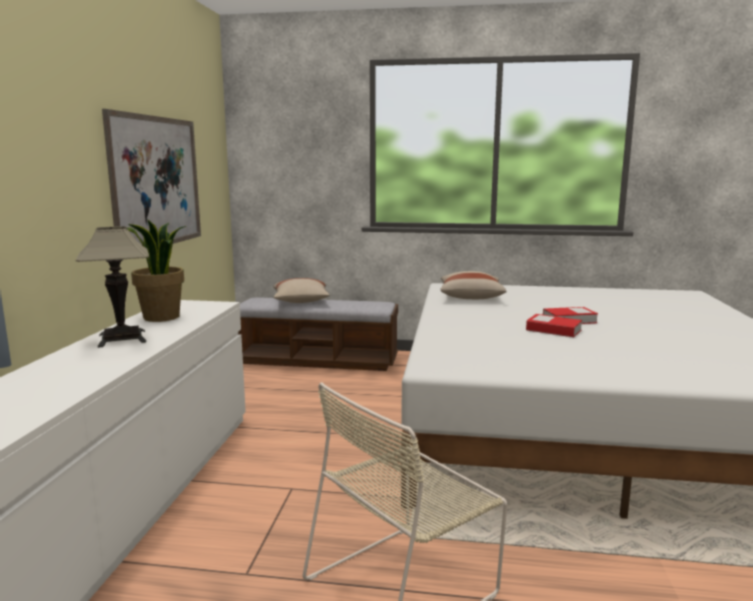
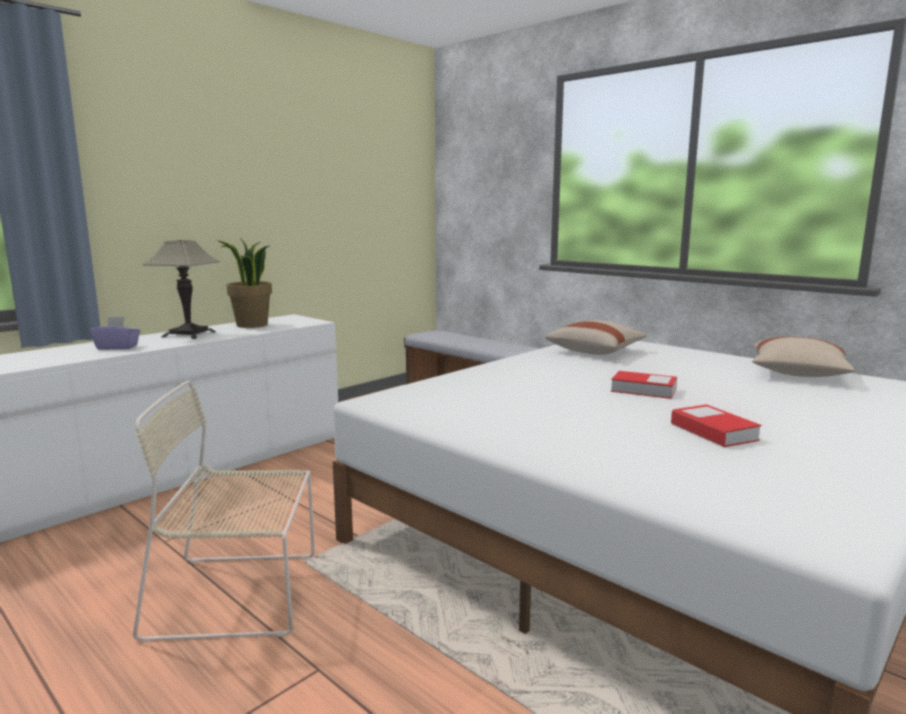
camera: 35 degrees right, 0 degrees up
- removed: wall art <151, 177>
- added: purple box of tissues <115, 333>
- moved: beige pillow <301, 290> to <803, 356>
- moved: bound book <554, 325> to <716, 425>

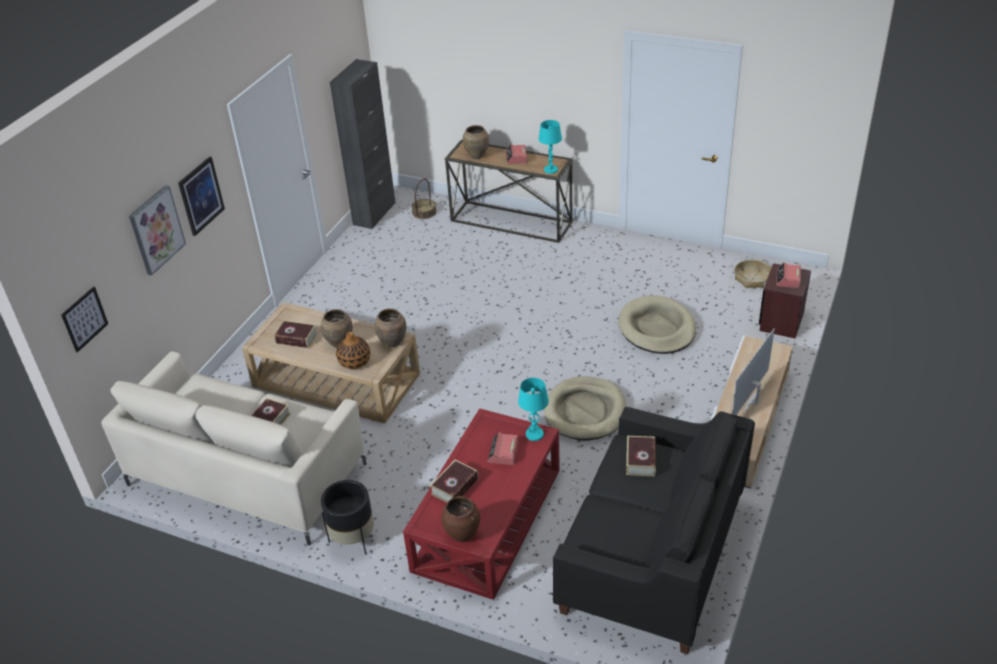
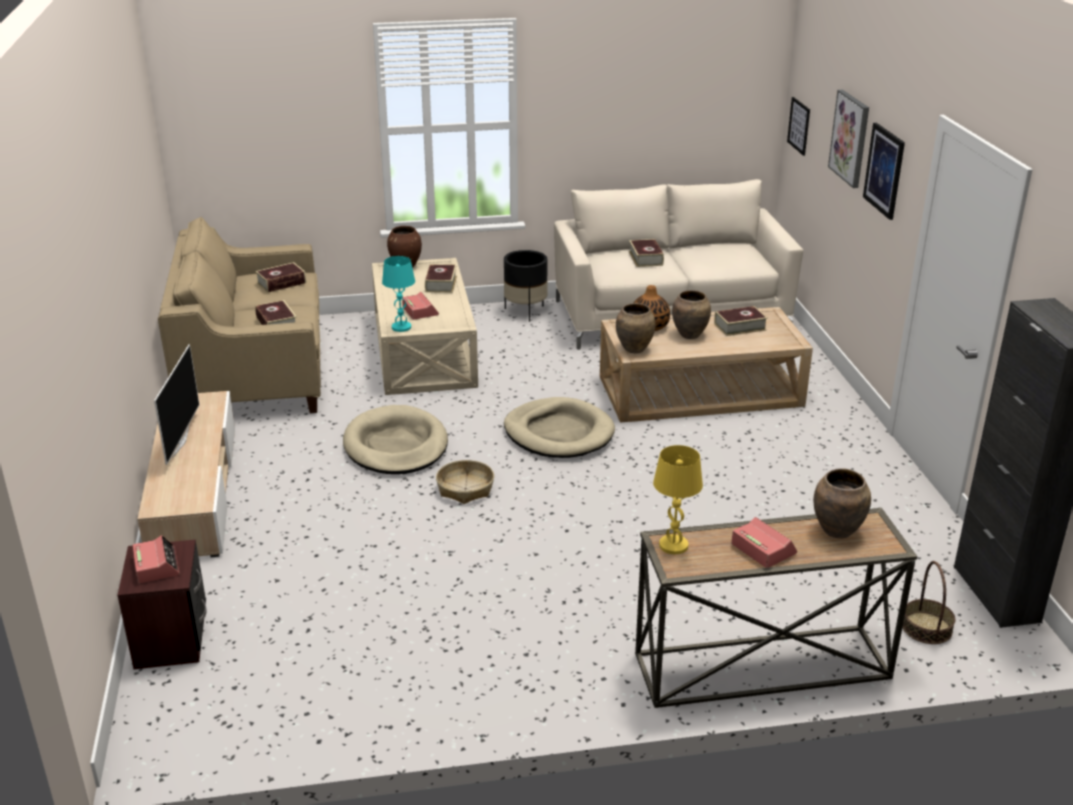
camera: 145 degrees right, 10 degrees down
- added: bound book <280, 277>
- moved: beige dog cushion <657, 324> to <559, 427>
- moved: storage basket <752, 274> to <465, 482>
- recoloured: reddish low table <481, 504> to beige low table <425, 326>
- recoloured: turquoise-coloured lamp for a table <550, 147> to yellow lamp for a table <678, 499>
- recoloured: black-coloured couch <654, 531> to beige couch <239, 315>

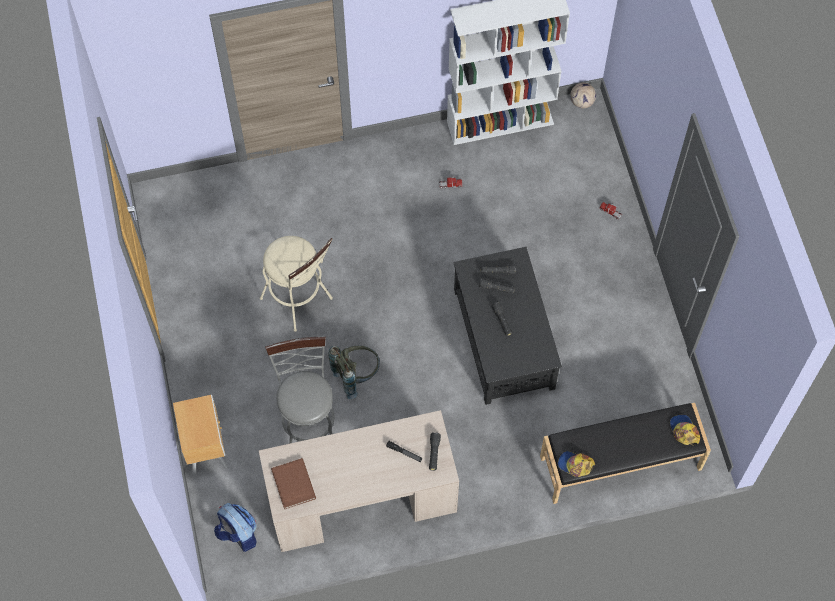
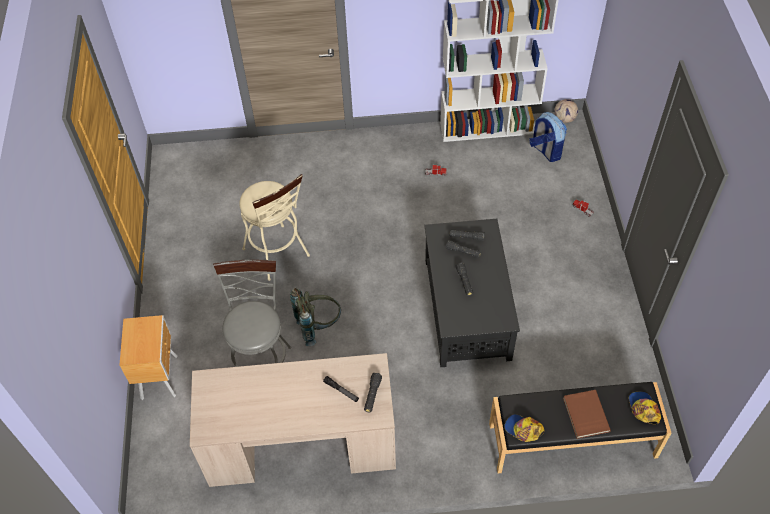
camera: 10 degrees right, 10 degrees down
- moved: knapsack <235, 527> to <548, 137>
- moved: brown bound book <293, 483> to <587, 414>

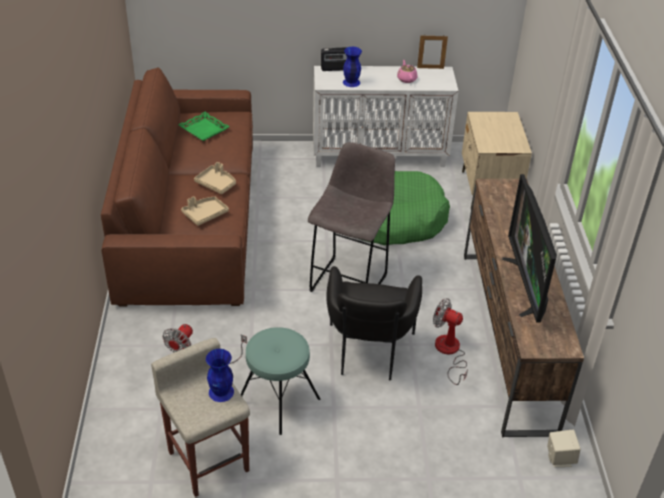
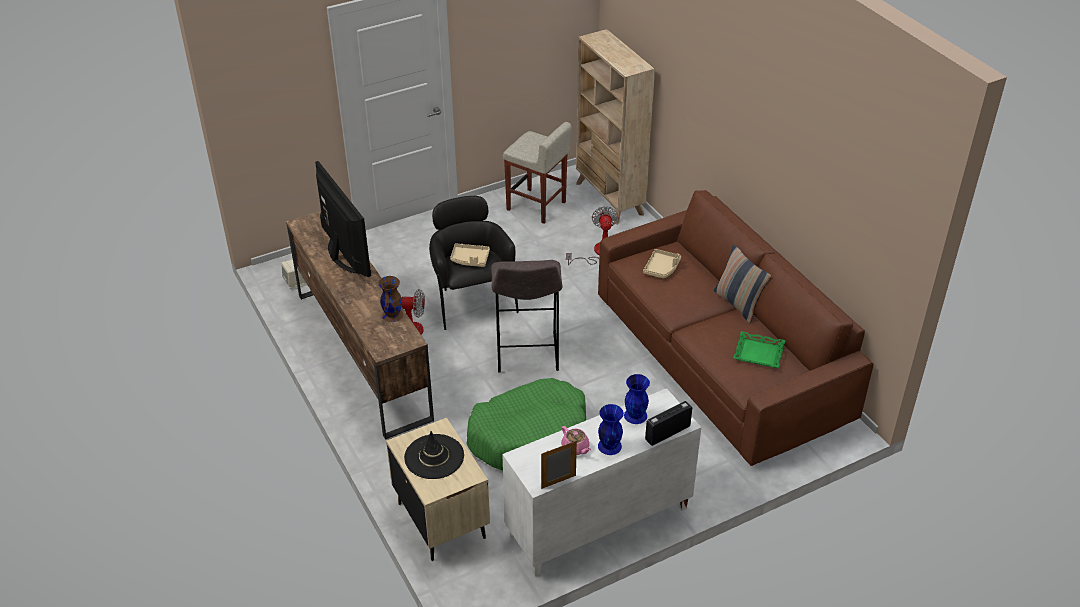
camera: 155 degrees right, 0 degrees up
- removed: turquoise-coloured sitting stool <280, 381>
- added: brown decorative vase <390, 299>
- added: black-coloured wearable hat <434, 455>
- added: beige shelving unit <615, 126>
- added: pillow <742, 284>
- moved: beige serving tray <215, 178> to <470, 255>
- moved: bluish decorative vase <220, 375> to <611, 429>

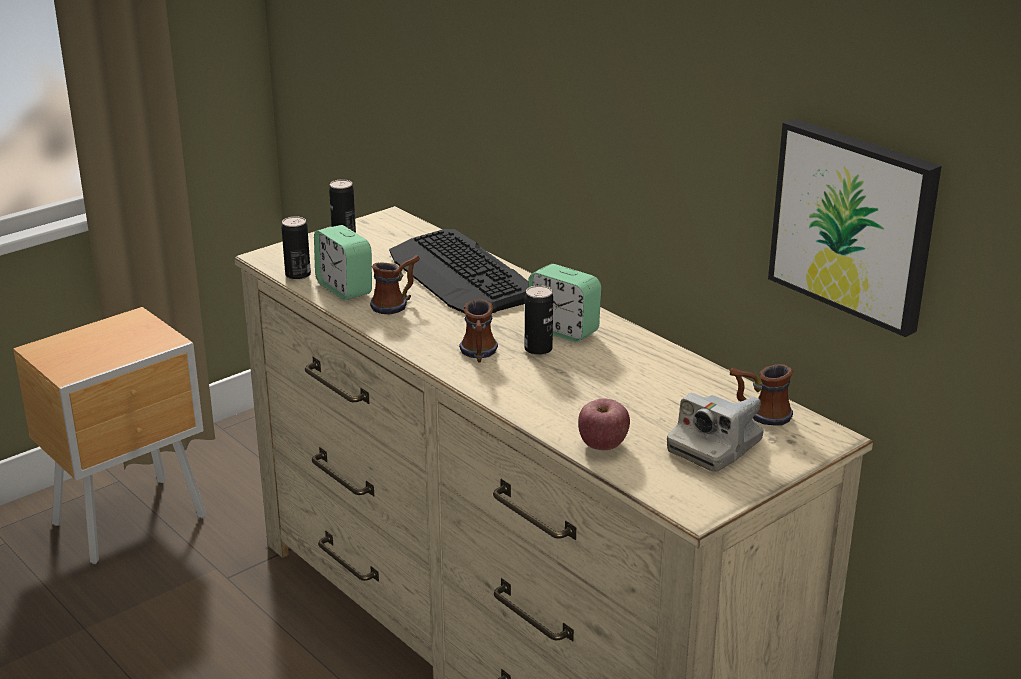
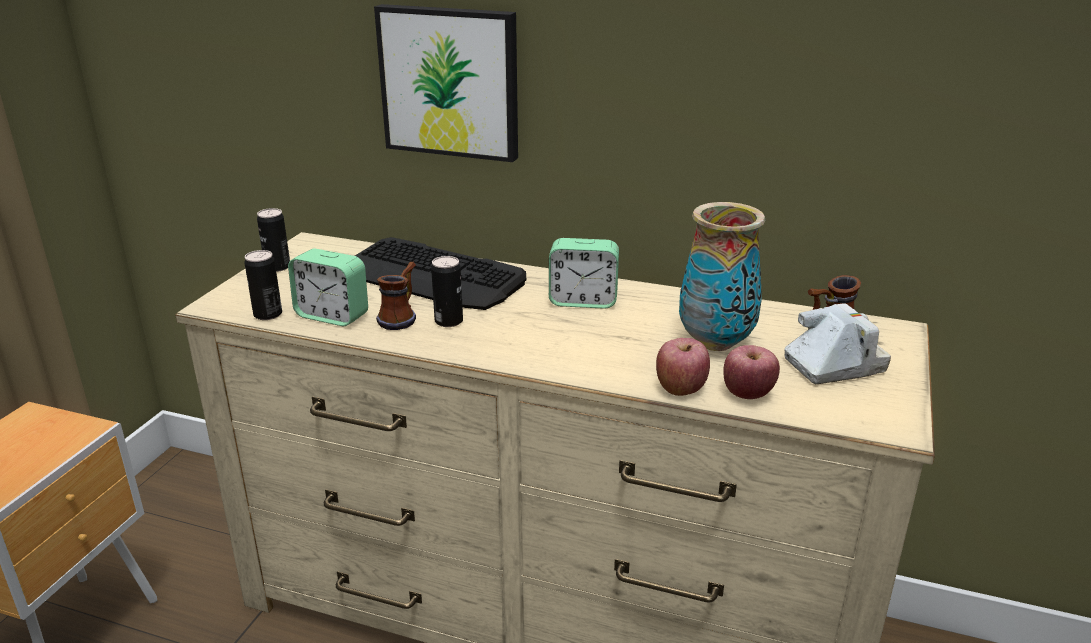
camera: 30 degrees left, 0 degrees up
- removed: coffee mug <478, 330>
- added: apple <683, 367>
- added: decorative vase <722, 276>
- moved: metal can <539, 320> to <447, 291>
- moved: wall art <855, 228> to <446, 83>
- turned: photo camera <715, 432> = <838, 343> 120 degrees counterclockwise

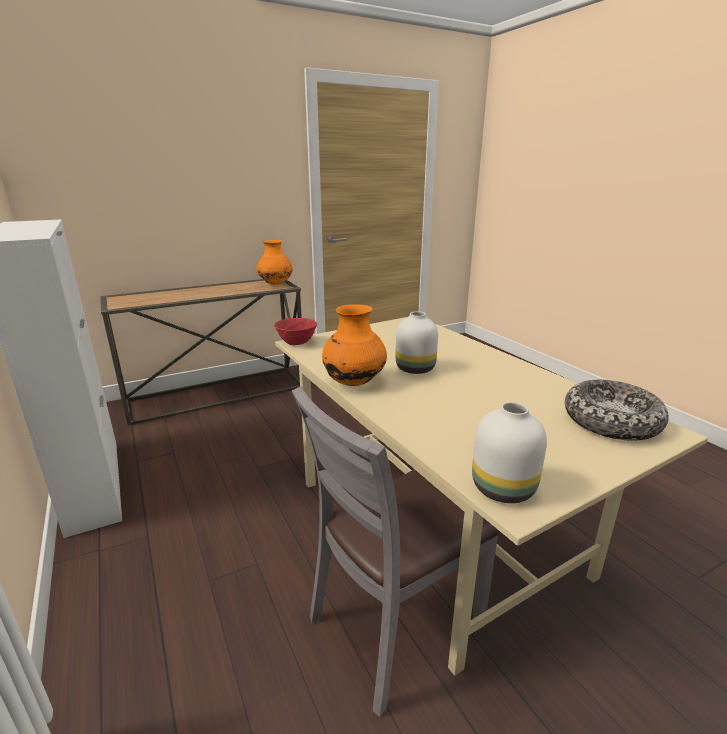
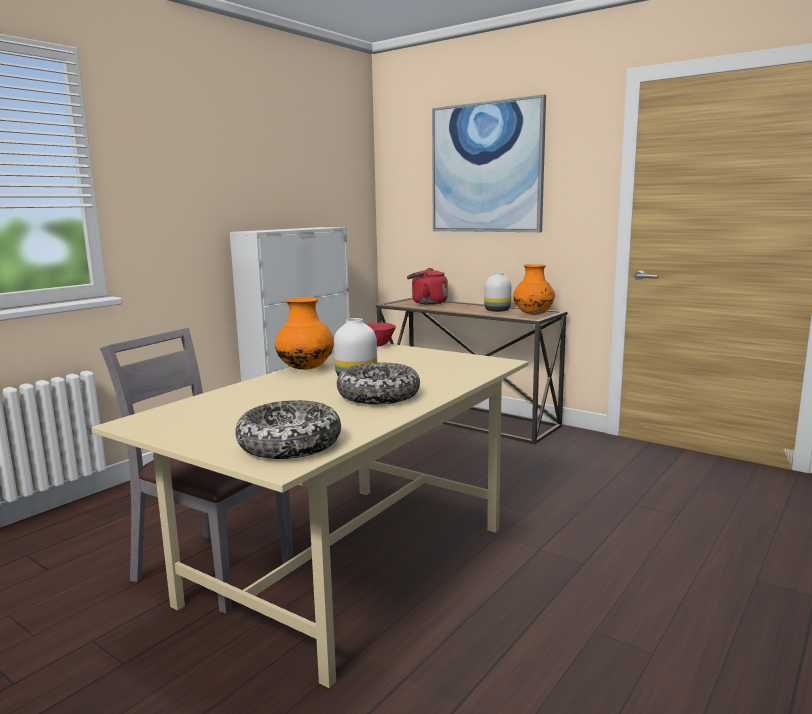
camera: 65 degrees right, 10 degrees down
- added: serving bowl <378, 383>
- added: reddish kettle <427, 286>
- added: wall art <489, 163>
- moved: whitish decorative vase <509, 452> to <497, 292>

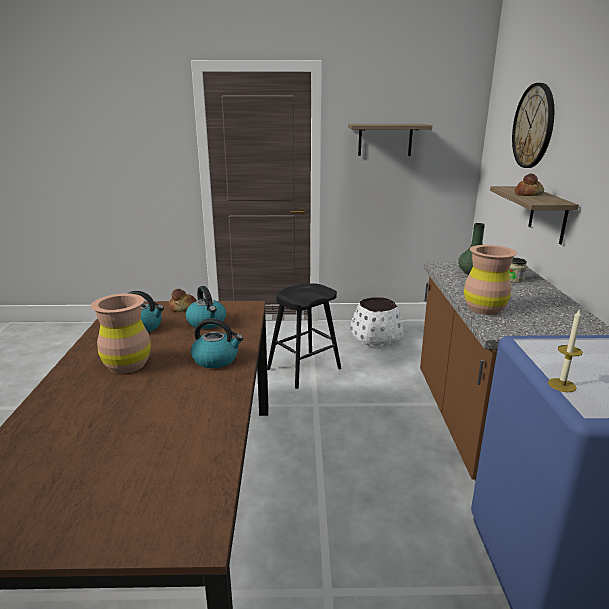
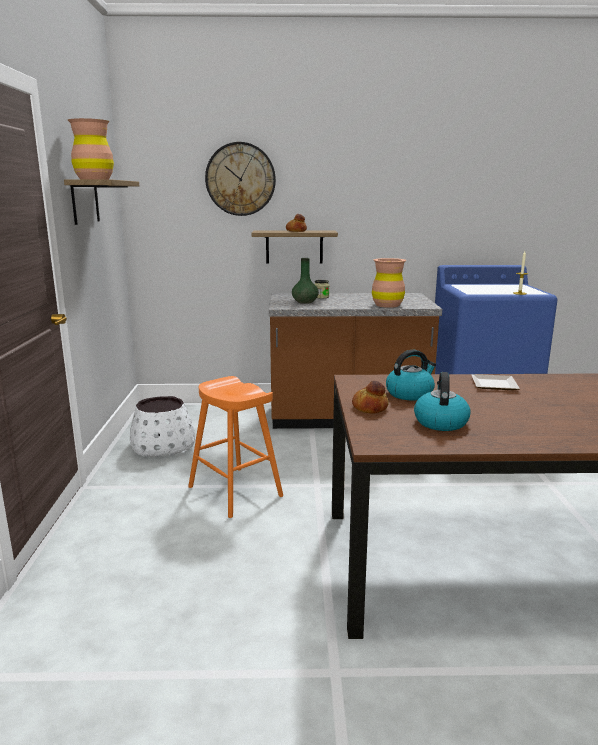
camera: 90 degrees left, 5 degrees down
- moved: brown decorative vase <121, 333> to <91, 148>
- replaced: kettle <217, 343> to dinner plate <496, 382>
- recoloured: black-coloured sitting stool <304, 336> to orangey sitting stool <235, 447>

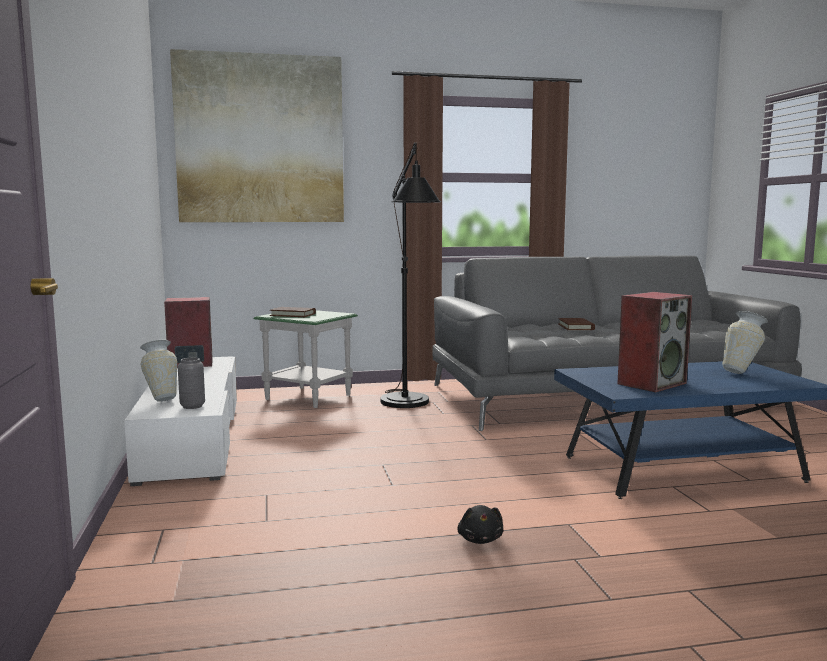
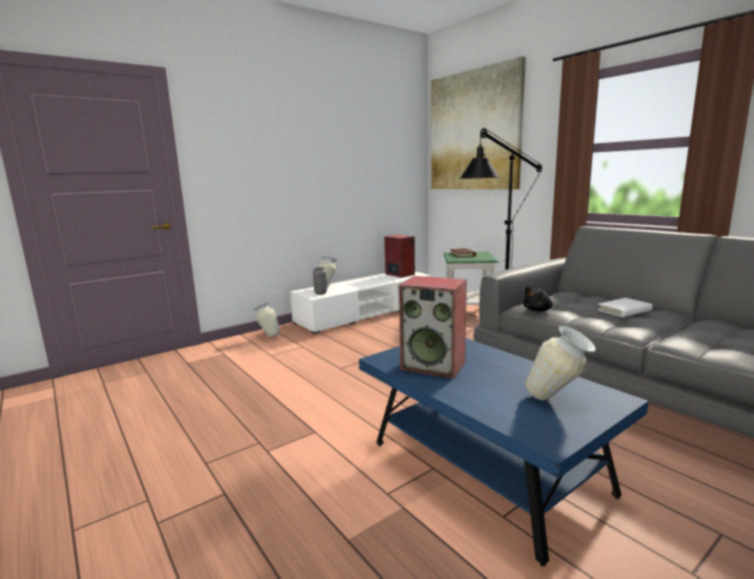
camera: 65 degrees right, 5 degrees up
- added: decorative vase <267, 320>
- moved: black-coloured soft toy <480, 524> to <538, 299>
- recoloured: brown bound book <576, 324> to whitish bound book <625, 307>

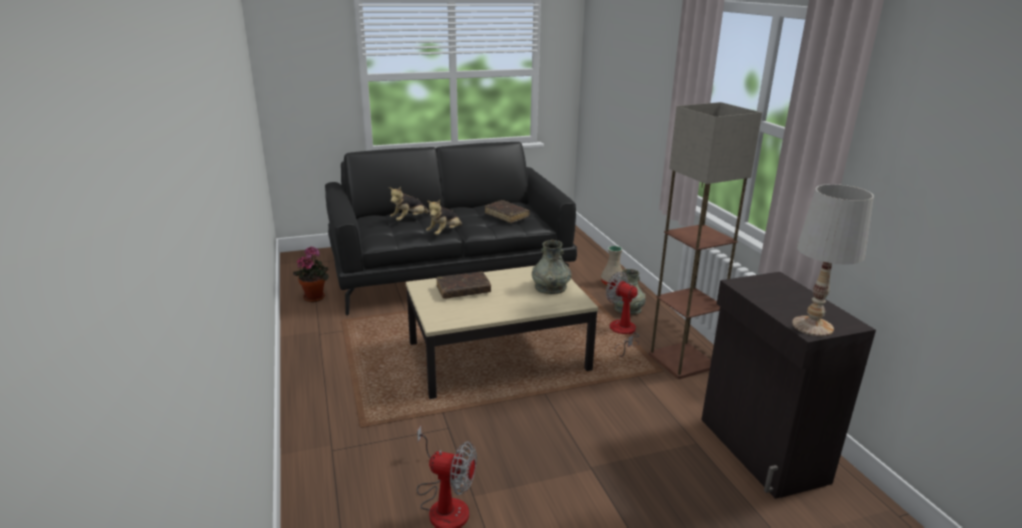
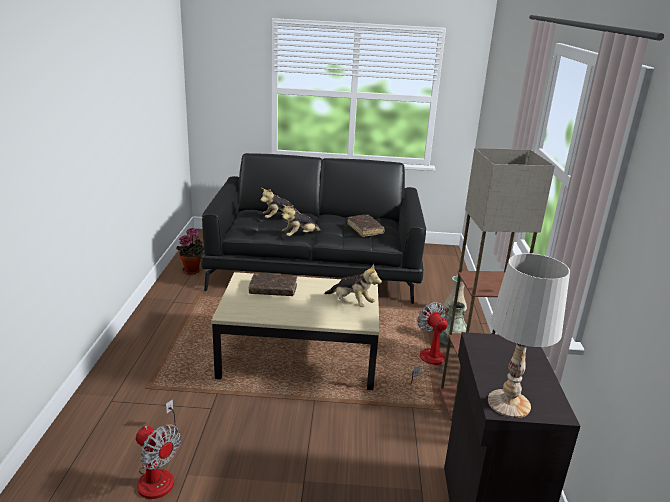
camera: 20 degrees right, 0 degrees up
- replaced: gray decorative vase <552, 267> to soft toy <353, 285>

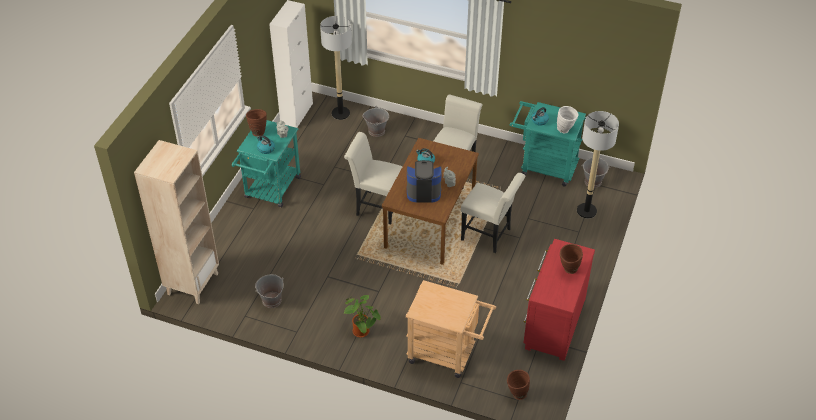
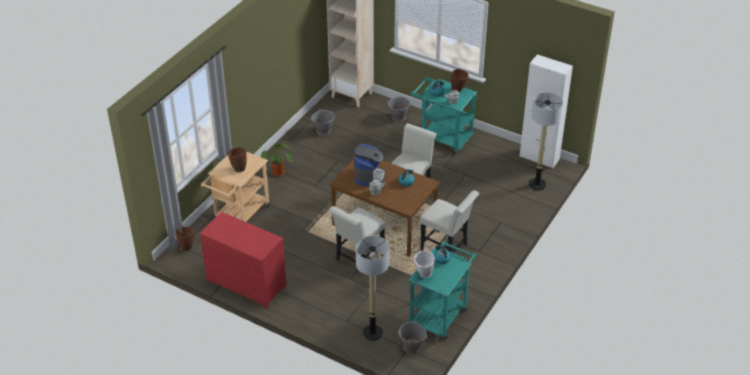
camera: 100 degrees right, 5 degrees down
- moved: gray water bucket <376, 121> to <399, 109>
- moved: brown decorative vase <571, 259> to <237, 159>

